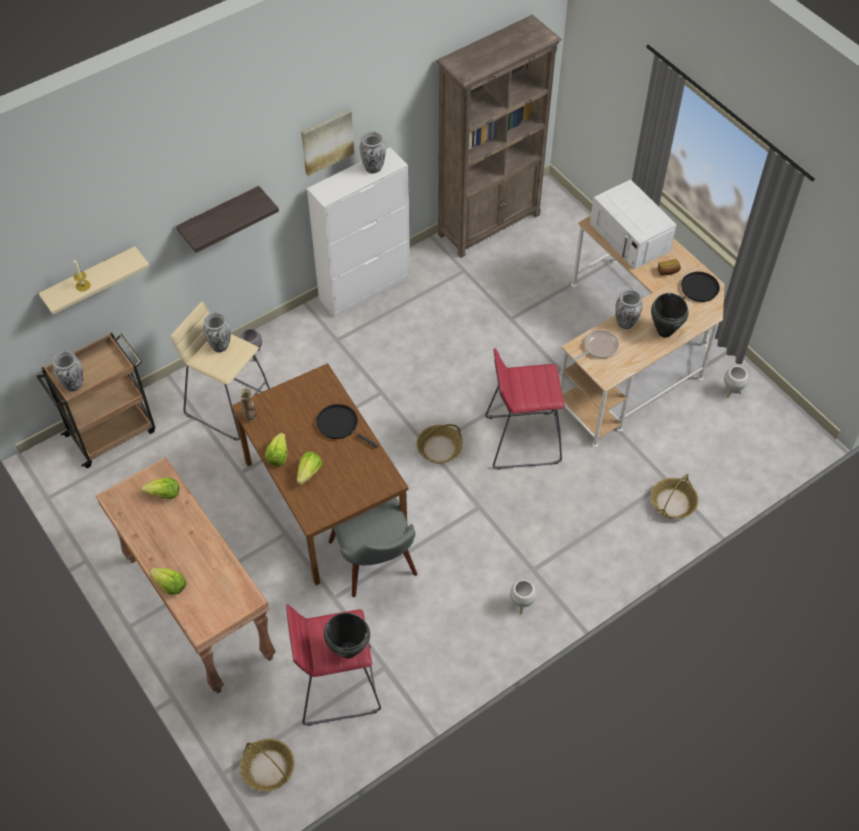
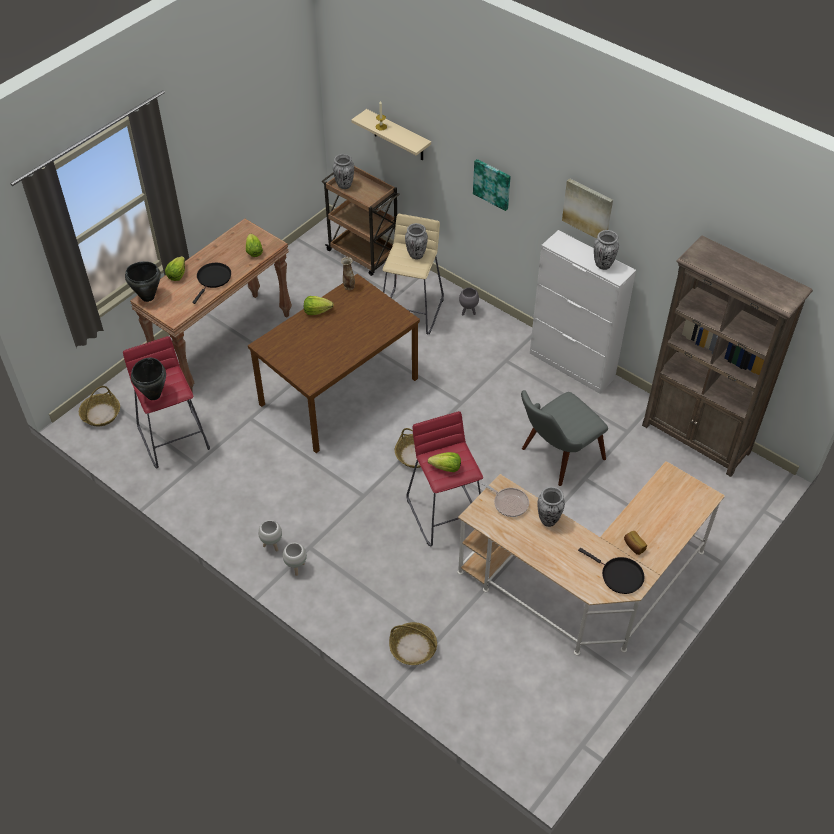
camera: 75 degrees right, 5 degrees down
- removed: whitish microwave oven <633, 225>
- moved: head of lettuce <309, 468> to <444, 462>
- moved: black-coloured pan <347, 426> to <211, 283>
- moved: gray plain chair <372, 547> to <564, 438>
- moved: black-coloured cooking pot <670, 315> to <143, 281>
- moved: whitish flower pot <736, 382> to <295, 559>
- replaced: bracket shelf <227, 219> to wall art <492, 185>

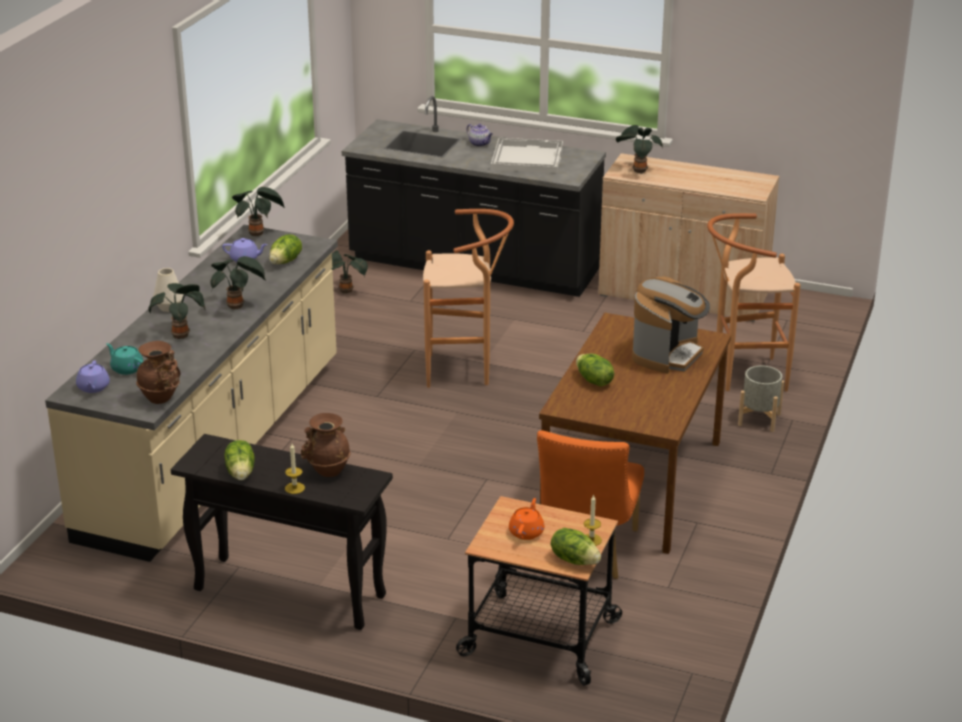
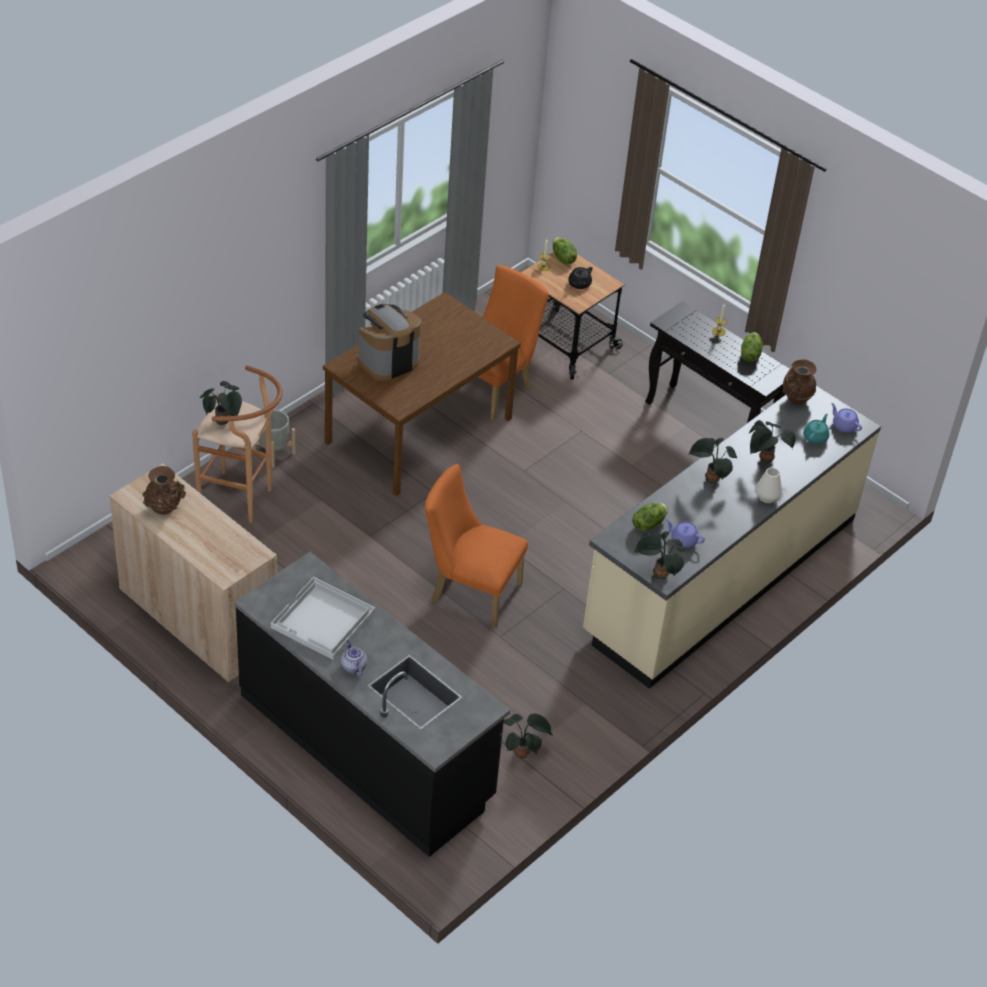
camera: 160 degrees left, 15 degrees up
- removed: head of lettuce <595, 370>
- moved: brown decorative vase <326, 445> to <164, 490>
- moved: plant in a pot <639, 149> to <221, 403>
- replaced: brown sitting stool <468, 298> to orangey plain chair <476, 546>
- recoloured: orangey pot for tea <526, 519> to black-coloured pot for tea <580, 278>
- turned: purple pot for tea <93, 376> = <846, 418> 60 degrees counterclockwise
- turned: turquoise-coloured pot for tea <125, 359> = <816, 429> 120 degrees counterclockwise

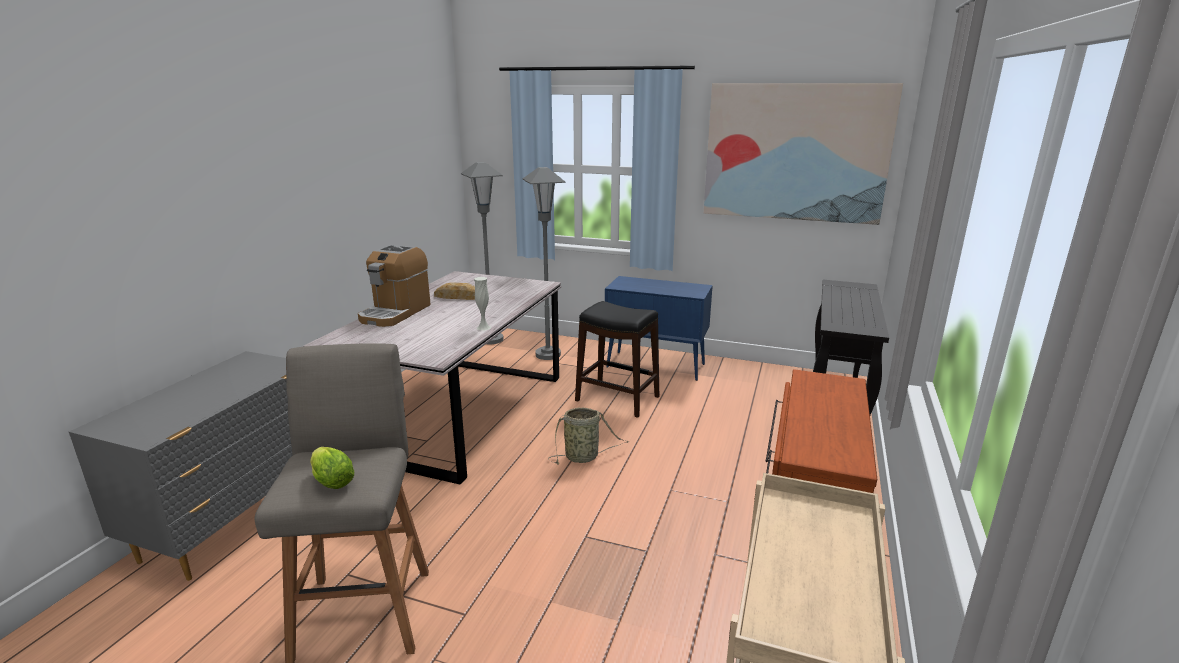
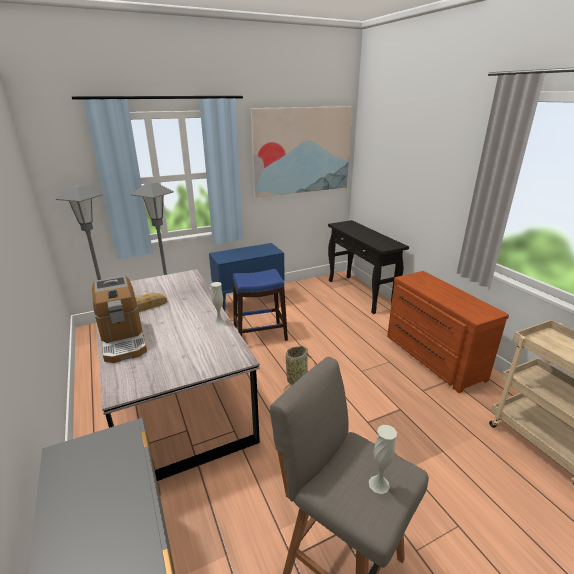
camera: 45 degrees left, 5 degrees up
- replaced: head of lettuce <332, 468> to whitish decorative vase <383, 459>
- recoloured: black-coloured sitting stool <617, 359> to bluish sitting stool <260, 305>

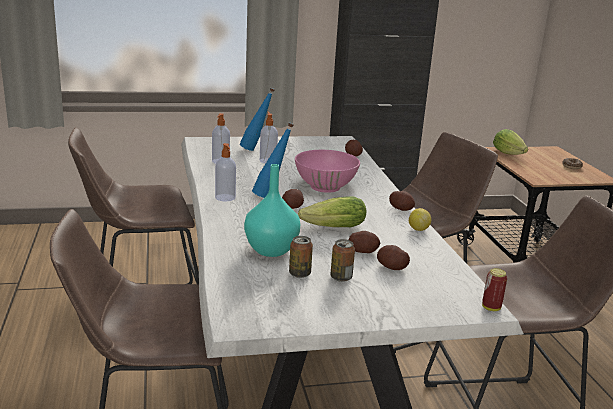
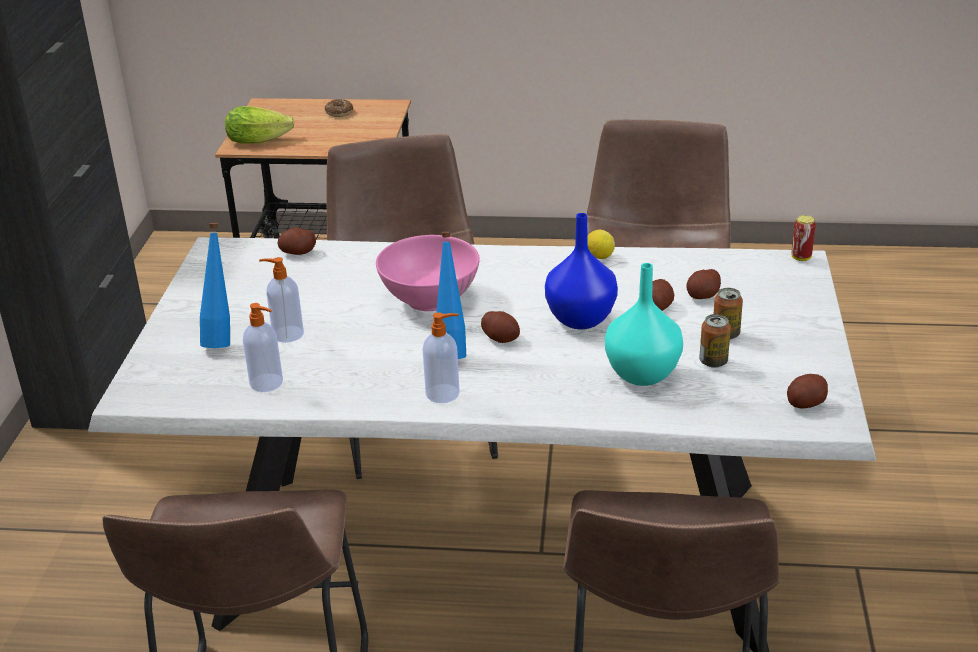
camera: 70 degrees left, 10 degrees up
- moved: spud <402, 201> to <807, 391>
- replaced: head of lettuce <332, 211> to bluish decorative vase <581, 271>

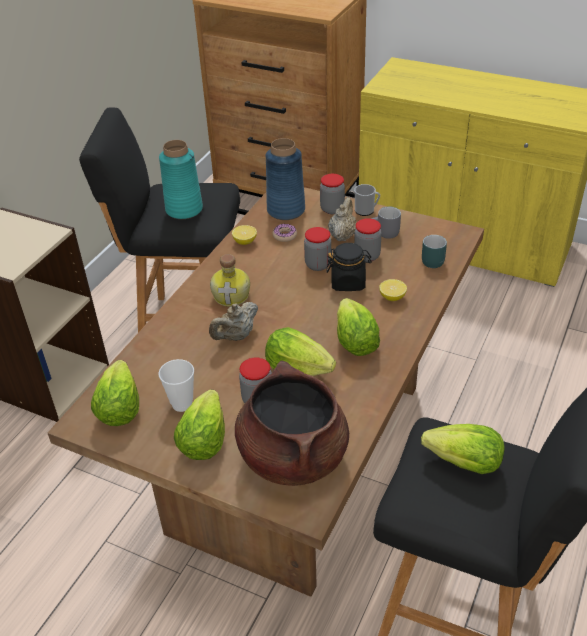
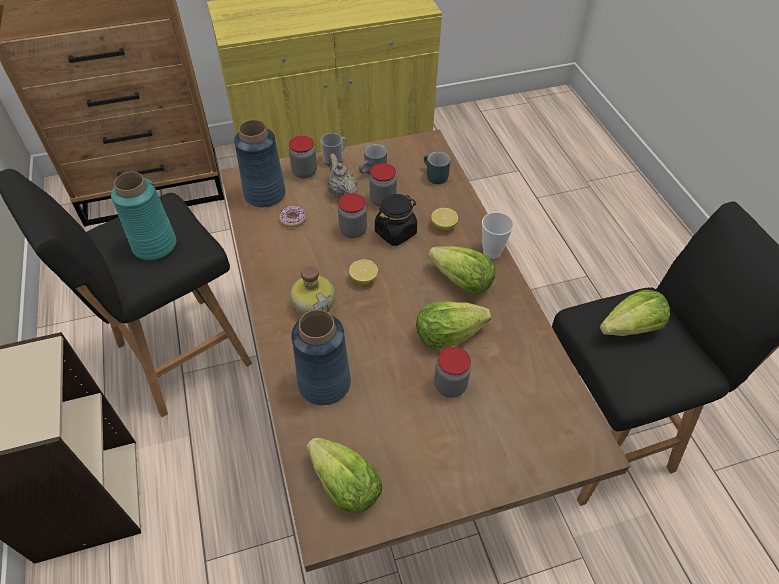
camera: 45 degrees left, 10 degrees up
- removed: head of lettuce <199, 424>
- removed: beige pot for tea <233, 321>
- removed: brown cooking pot <292, 423>
- added: bluish decorative vase <321, 357>
- moved: drinking cup <176, 385> to <498, 235>
- moved: whole lemon <244, 235> to <363, 272>

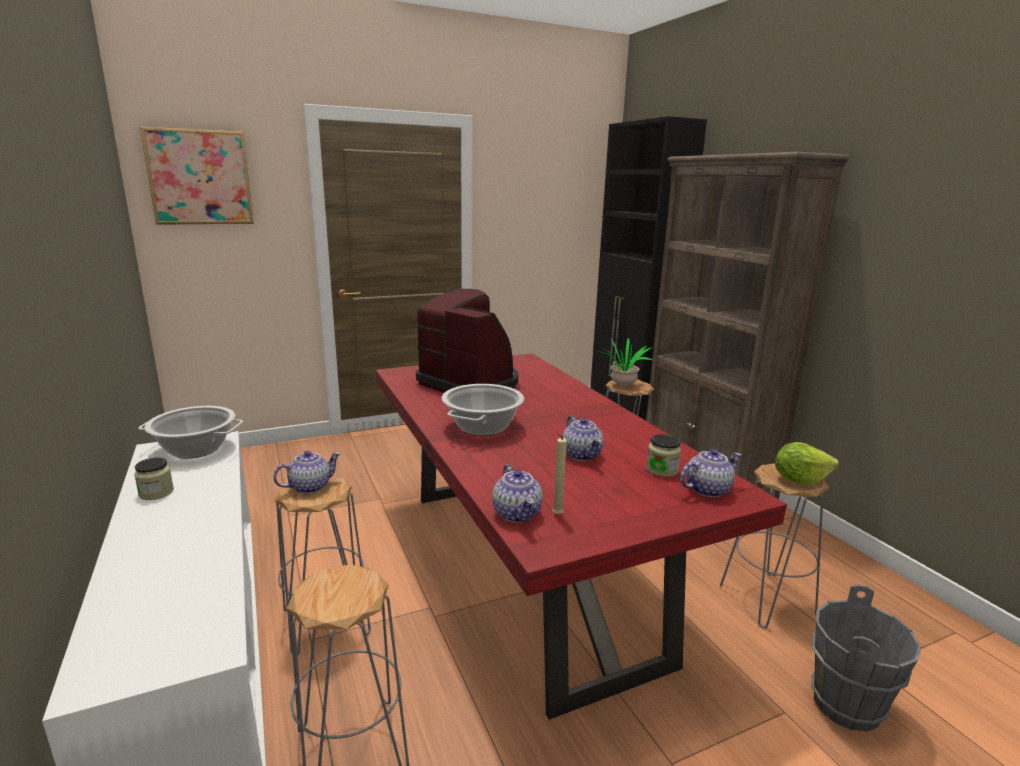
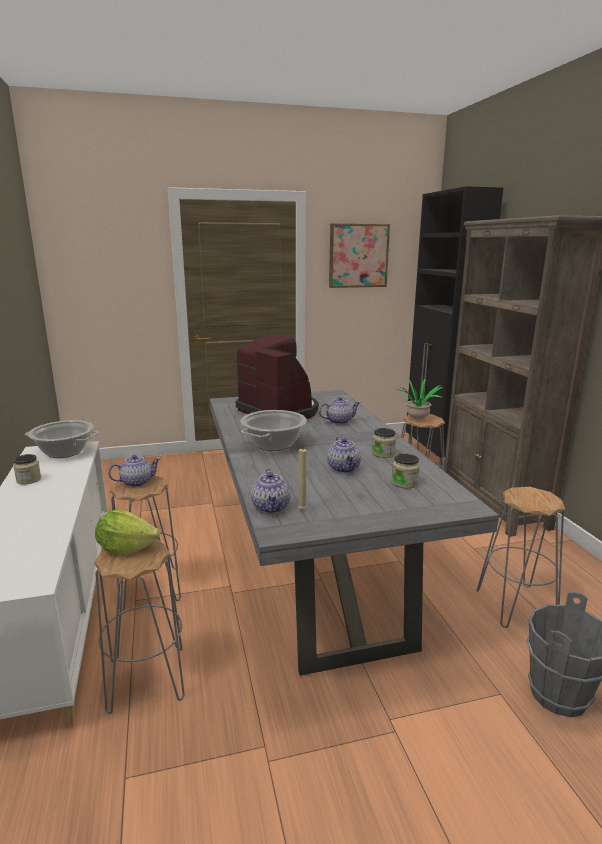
camera: 10 degrees right, 0 degrees up
- added: storage jar <384, 443>
- moved: wall art <197, 175> to <359, 255>
- moved: pot for tea <710, 473> to <340, 411>
- moved: head of lettuce <807, 463> to <127, 531>
- recoloured: reddish kitchen table <581, 537> to gray kitchen table <354, 533>

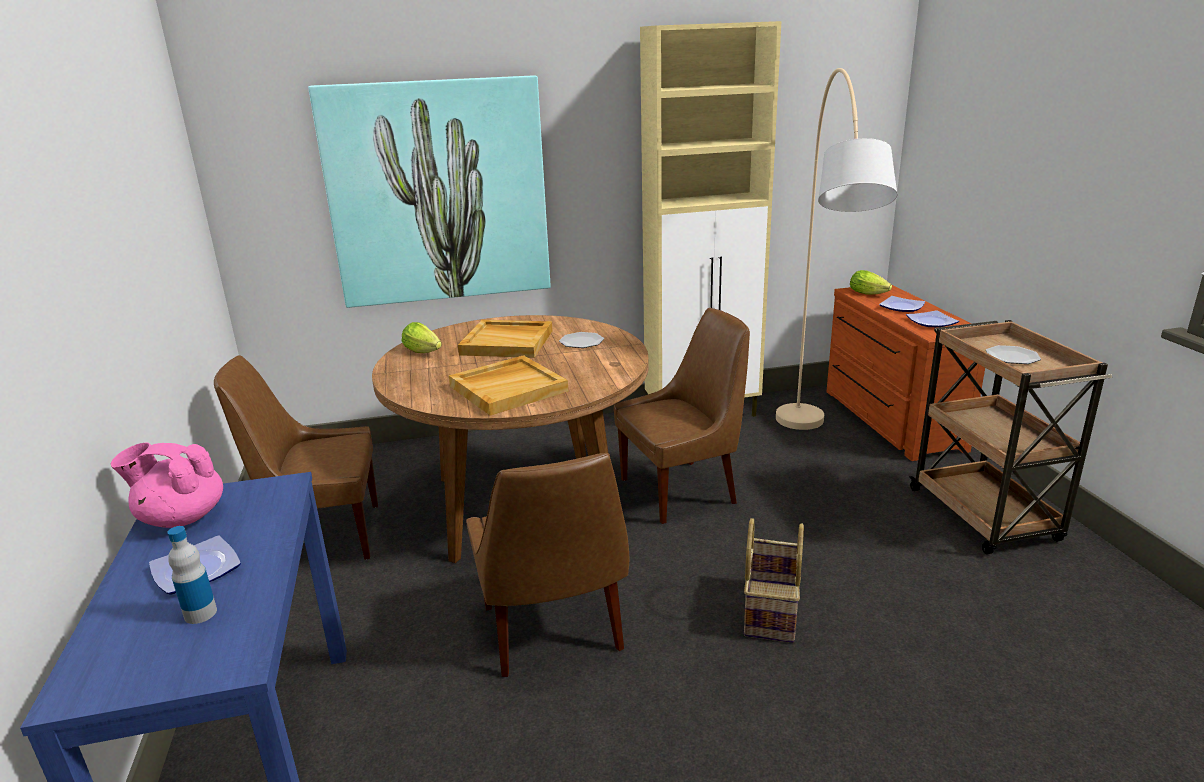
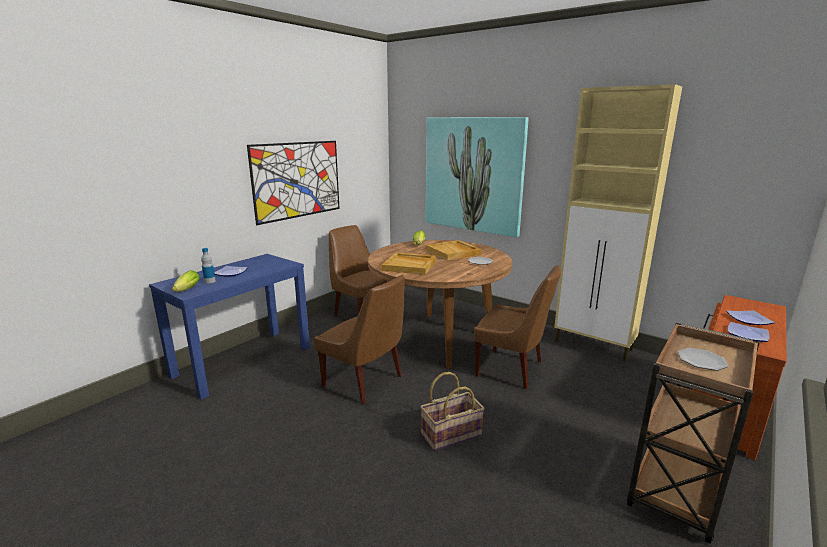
camera: 50 degrees right, 5 degrees down
- removed: pinkish pot for tea <167, 485>
- removed: beige standing lamp <837, 249>
- added: wall art <293, 183>
- moved: head of lettuce <871, 282> to <186, 281>
- turned: brown plain chair <547, 565> = <359, 339> 90 degrees counterclockwise

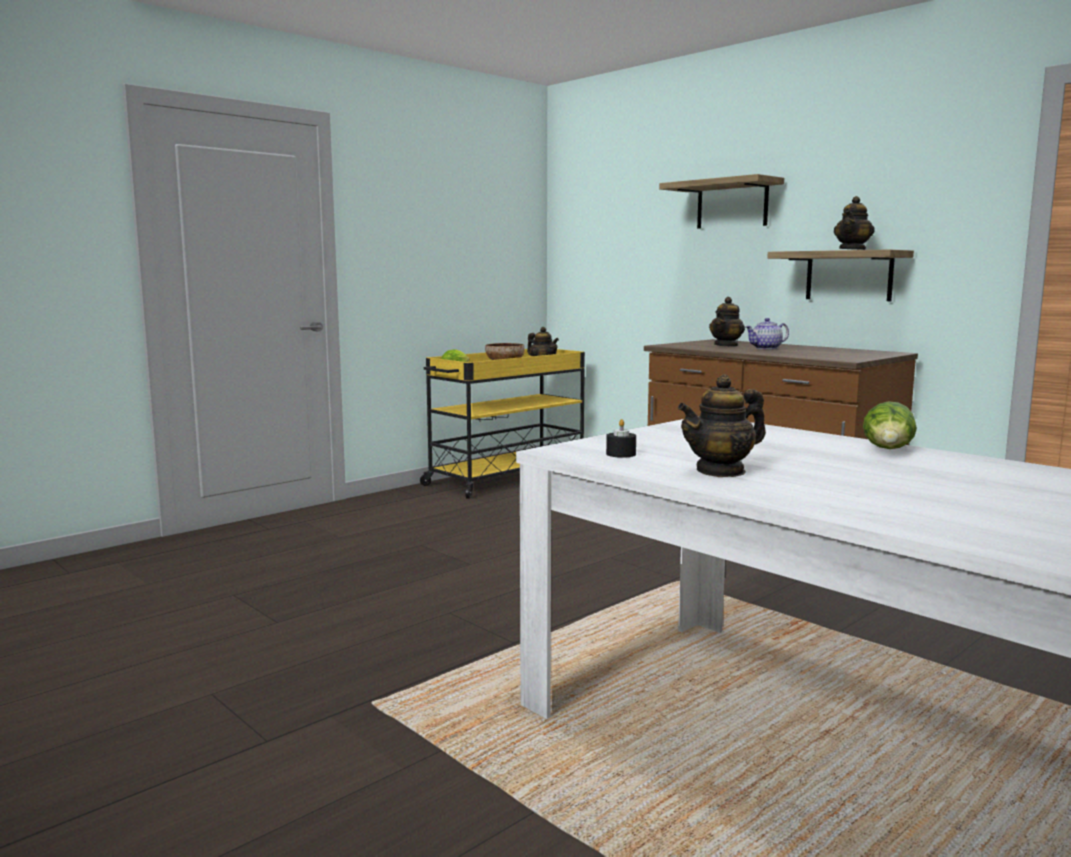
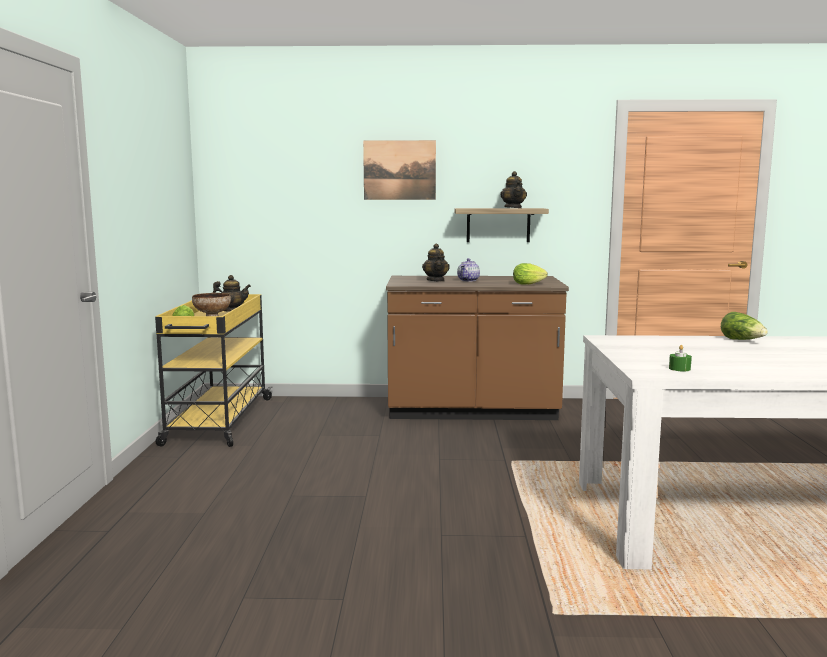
camera: 45 degrees left, 0 degrees up
- removed: pot for tea <722, 425>
- added: head of lettuce <530, 274>
- replaced: bracket shelf <721, 201> to wall art <399, 170>
- recoloured: black-coloured wax light <621, 438> to greenish wax light <680, 358>

